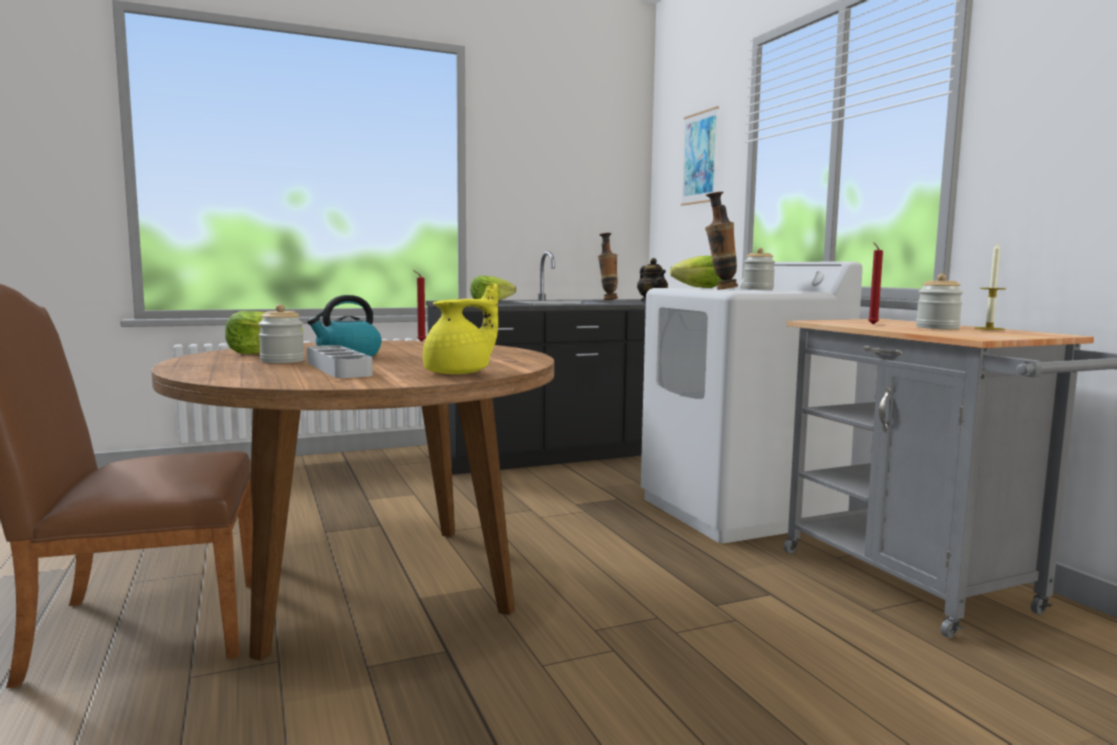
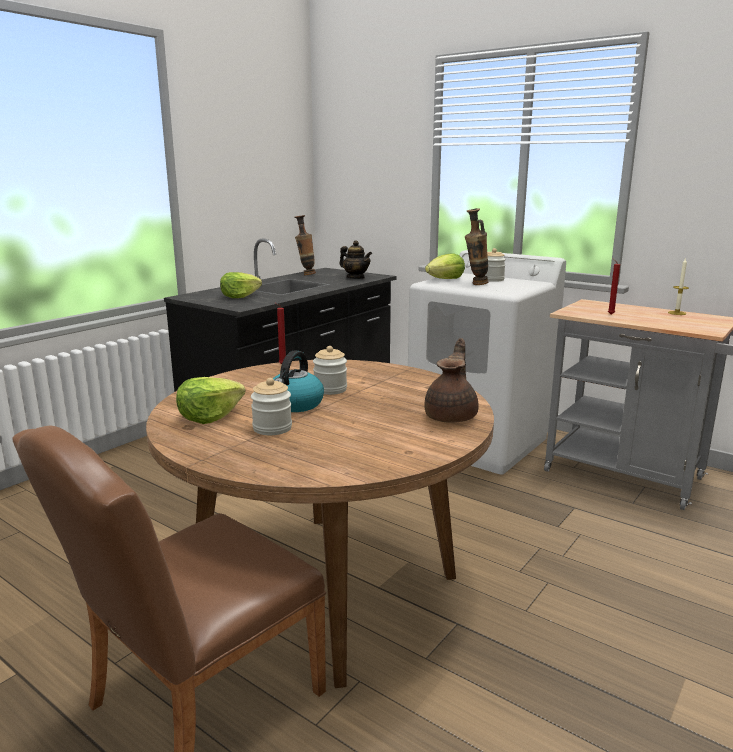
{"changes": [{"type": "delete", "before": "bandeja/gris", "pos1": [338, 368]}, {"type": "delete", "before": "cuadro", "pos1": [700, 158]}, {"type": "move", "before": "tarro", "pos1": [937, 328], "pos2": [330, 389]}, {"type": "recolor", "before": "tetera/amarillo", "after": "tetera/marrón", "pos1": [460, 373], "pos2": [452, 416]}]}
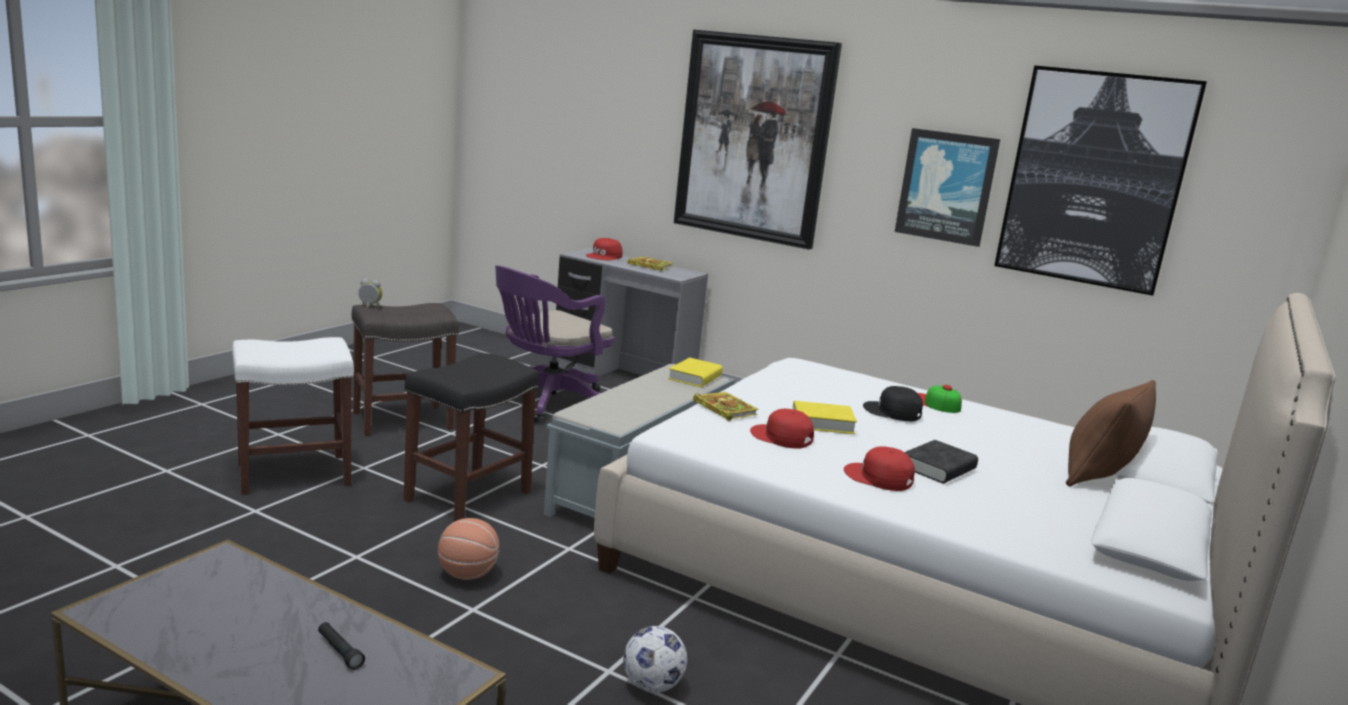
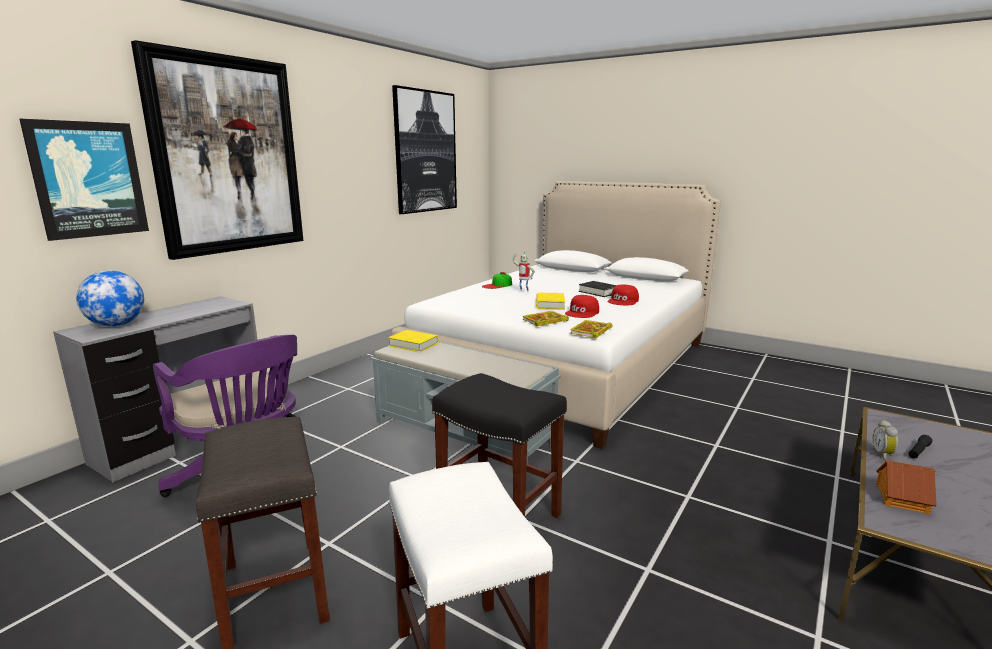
{"changes": [{"type": "delete", "before": "balón de baloncesto", "pos1": [467, 574]}, {"type": "delete", "before": "balón de fútbol", "pos1": [652, 685]}, {"type": "delete", "before": "cojín/marrón", "pos1": [1098, 476]}, {"type": "insert", "after": "casita", "pos2": [900, 498]}, {"type": "move", "before": "despertador", "pos1": [369, 306], "pos2": [883, 455]}, {"type": "move", "before": "libro", "pos1": [649, 266], "pos2": [591, 332]}, {"type": "move", "before": "cuadro", "pos1": [946, 186], "pos2": [88, 179]}, {"type": "replace", "before": "gorra/rojo", "after": "globo terráqueo", "pos1": [604, 256], "pos2": [116, 325]}, {"type": "replace", "before": "gorra/negro", "after": "robot de juguete", "pos1": [892, 412], "pos2": [523, 291]}]}
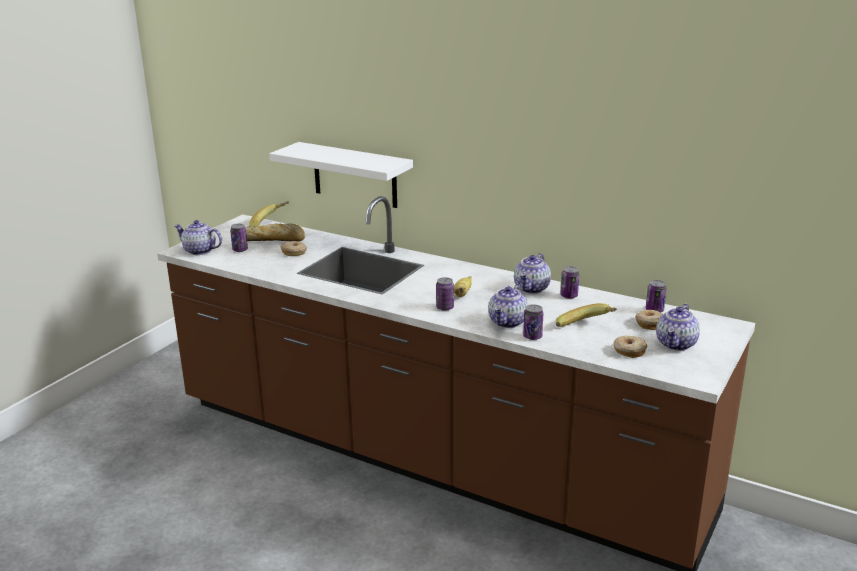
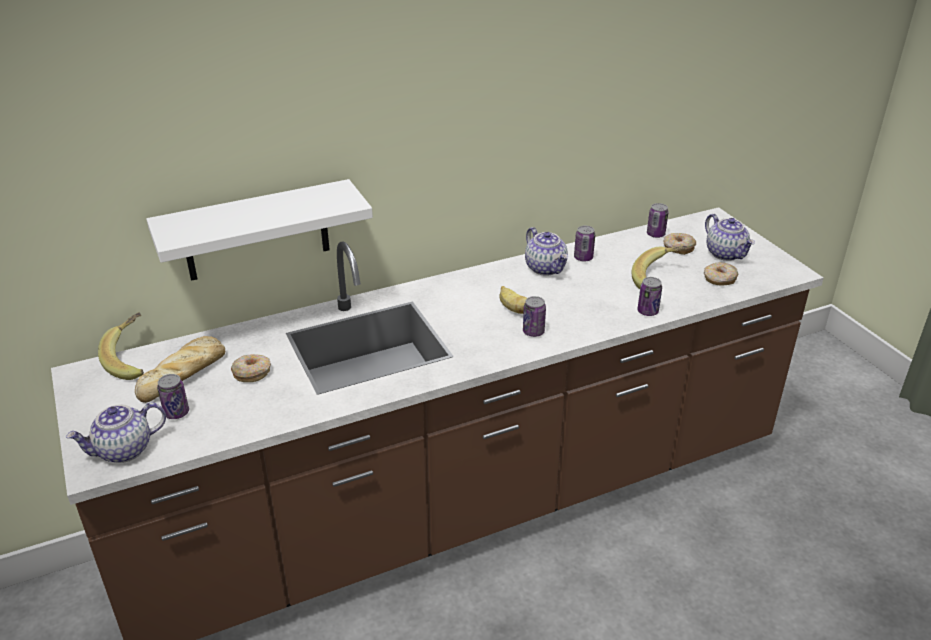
{"changes": [{"type": "delete", "before": "tetera", "pos1": [508, 322]}]}
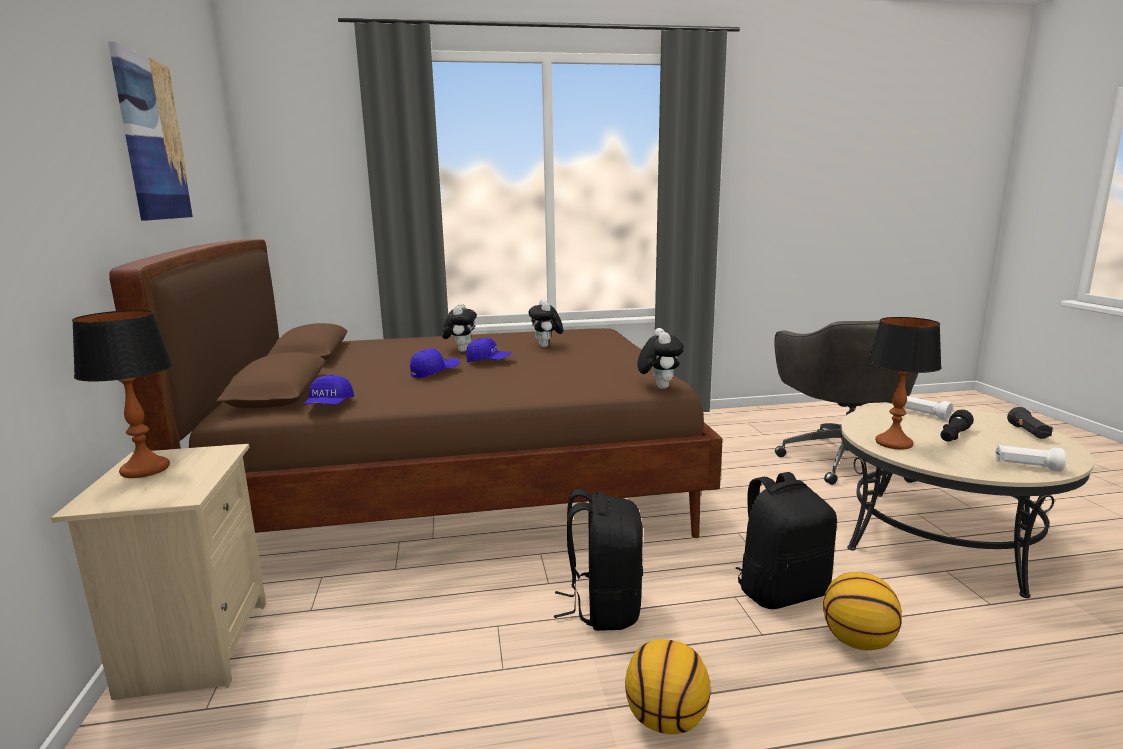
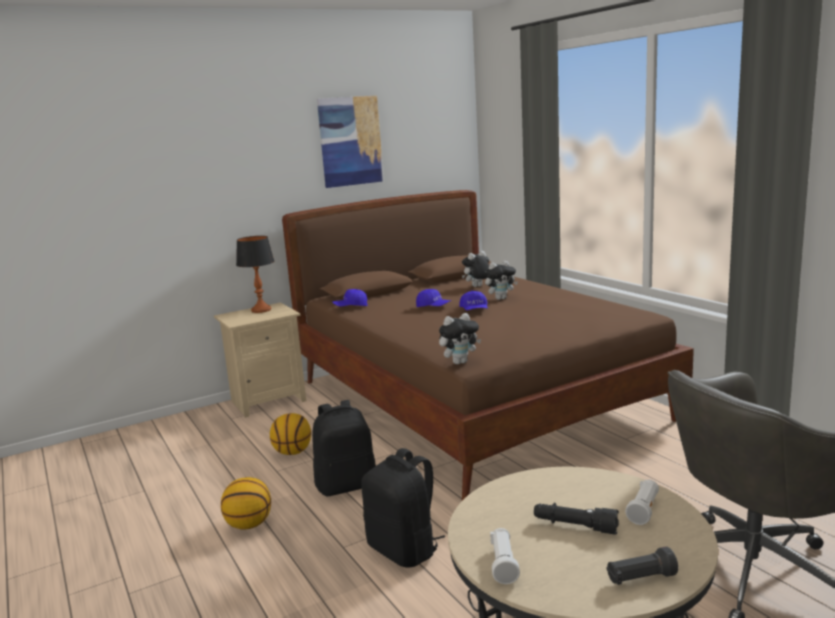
{"changes": [{"type": "delete", "before": "lámpara de mesa", "pos1": [894, 443]}, {"type": "move", "before": "peluche", "pos1": [546, 346], "pos2": [477, 287]}, {"type": "move", "before": "balón de baloncesto", "pos1": [857, 641], "pos2": [293, 452]}]}
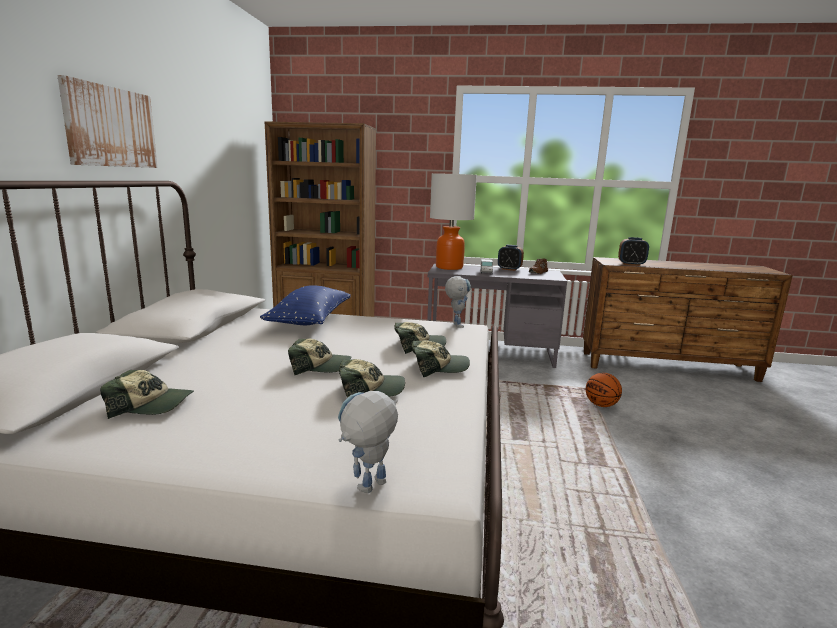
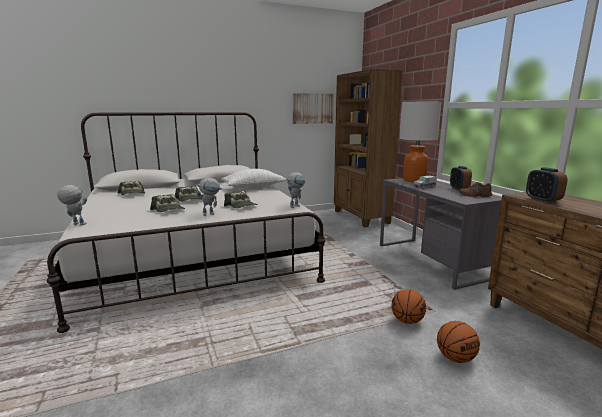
{"changes": [{"type": "insert", "after": "balón de baloncesto", "pos2": [455, 358]}, {"type": "move", "before": "cuadro", "pos1": [110, 127], "pos2": [313, 108]}, {"type": "replace", "before": "gorra", "after": "robot de juguete", "pos1": [438, 367], "pos2": [211, 213]}, {"type": "recolor", "before": "cojín/azul", "after": "cojín/blanco", "pos1": [310, 321], "pos2": [253, 188]}]}
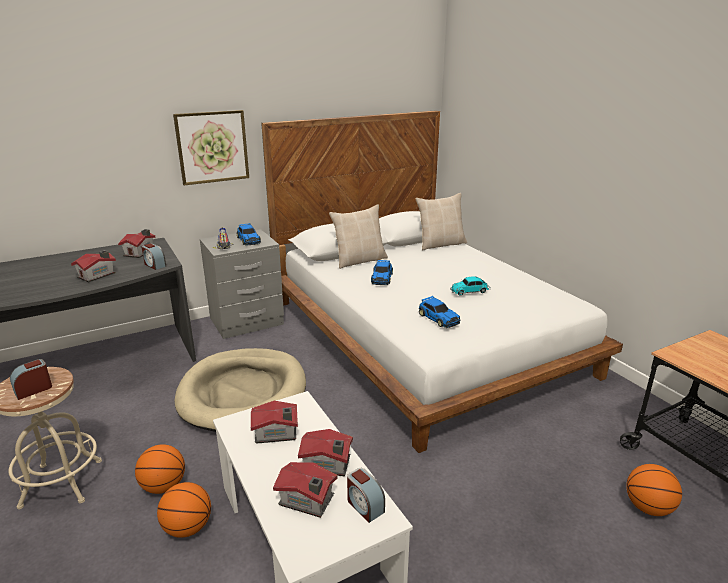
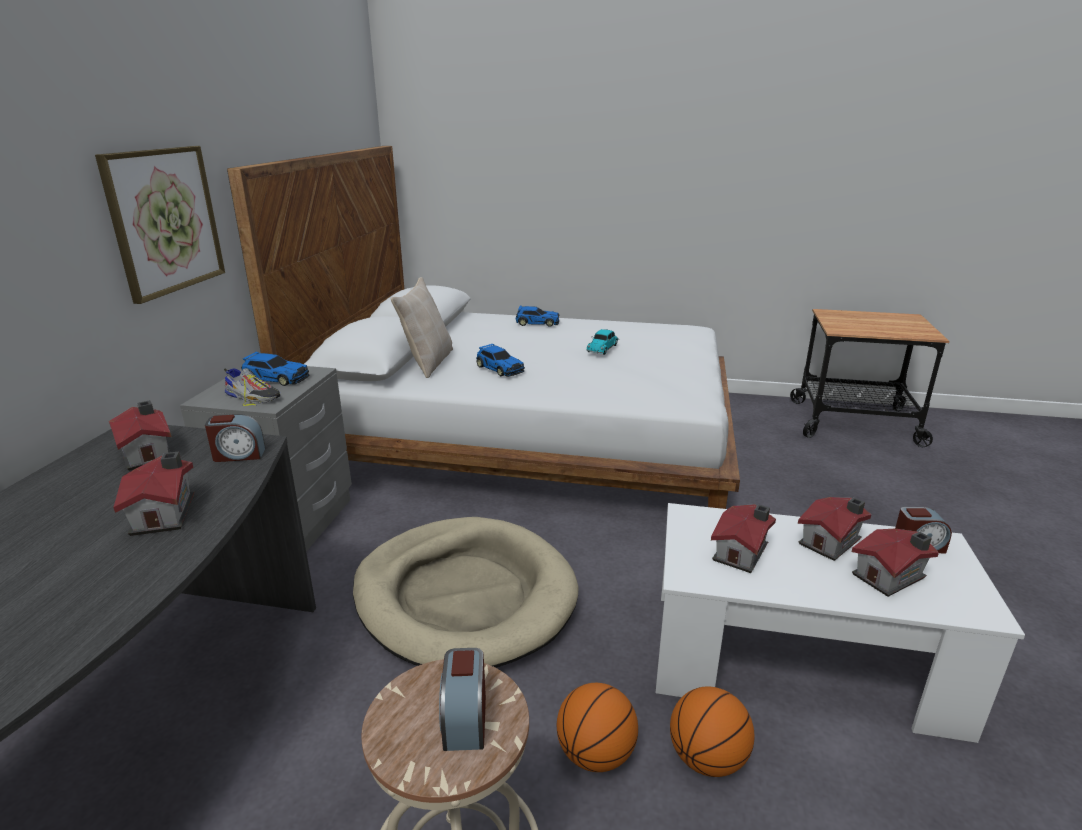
{"changes": [{"type": "delete", "before": "cojín/beis", "pos1": [440, 244]}, {"type": "delete", "before": "balón de baloncesto", "pos1": [648, 507]}, {"type": "move", "before": "coche de juguete", "pos1": [438, 318], "pos2": [536, 323]}]}
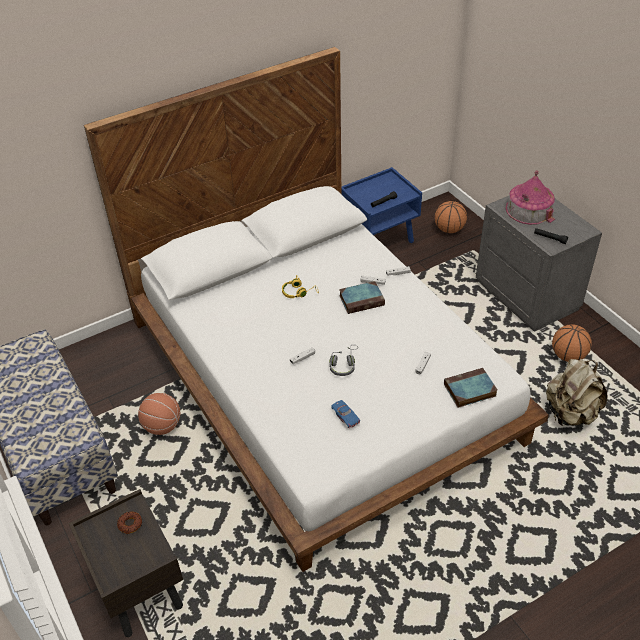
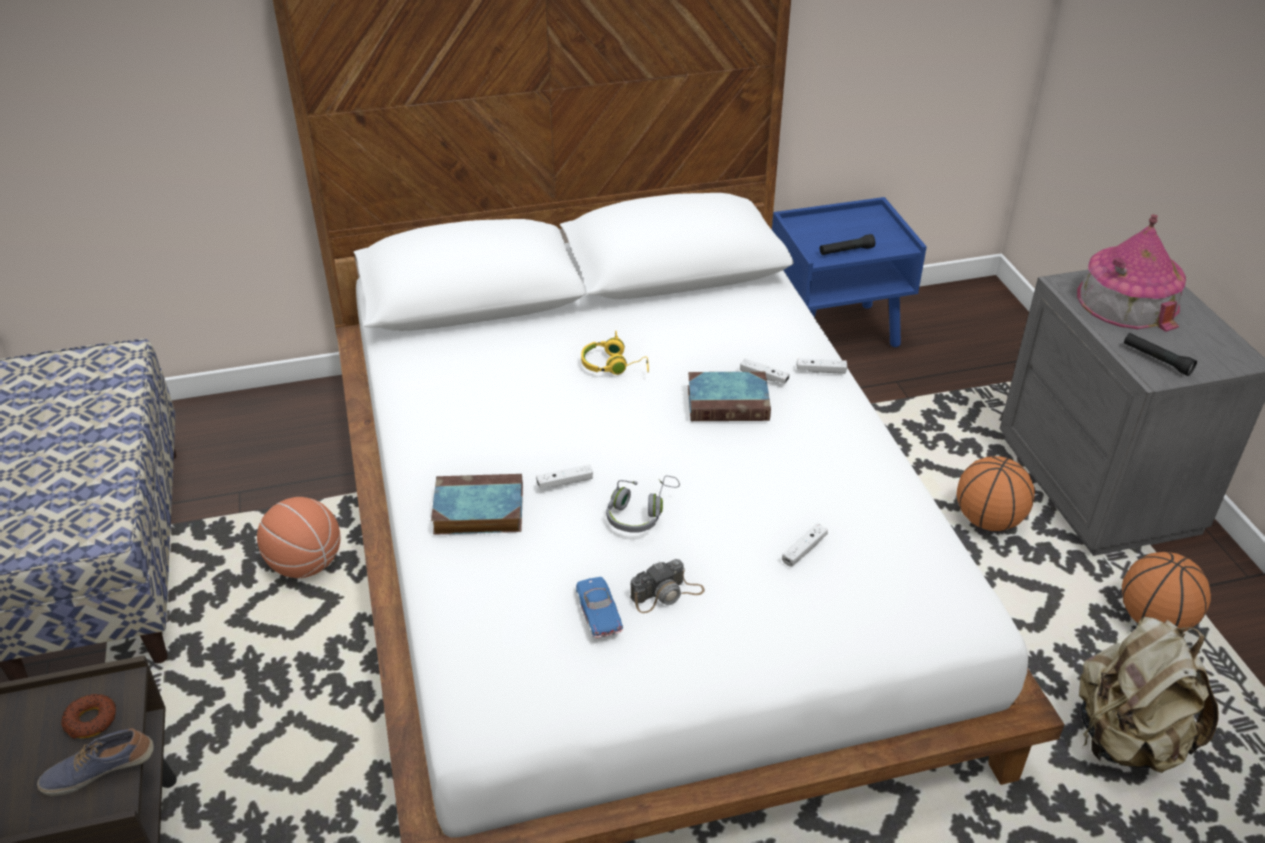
{"changes": [{"type": "insert", "after": "zapato", "pos2": [100, 771]}, {"type": "insert", "after": "cámara", "pos2": [667, 594]}, {"type": "move", "before": "balón de baloncesto", "pos1": [449, 229], "pos2": [988, 520]}, {"type": "move", "before": "libro", "pos1": [469, 391], "pos2": [476, 511]}]}
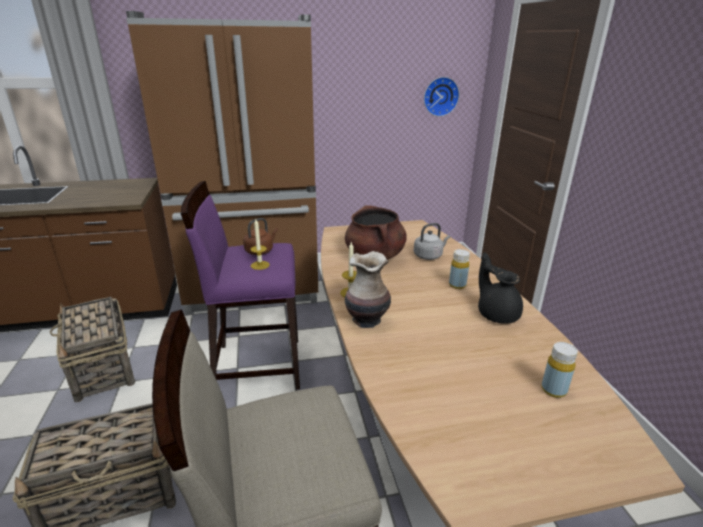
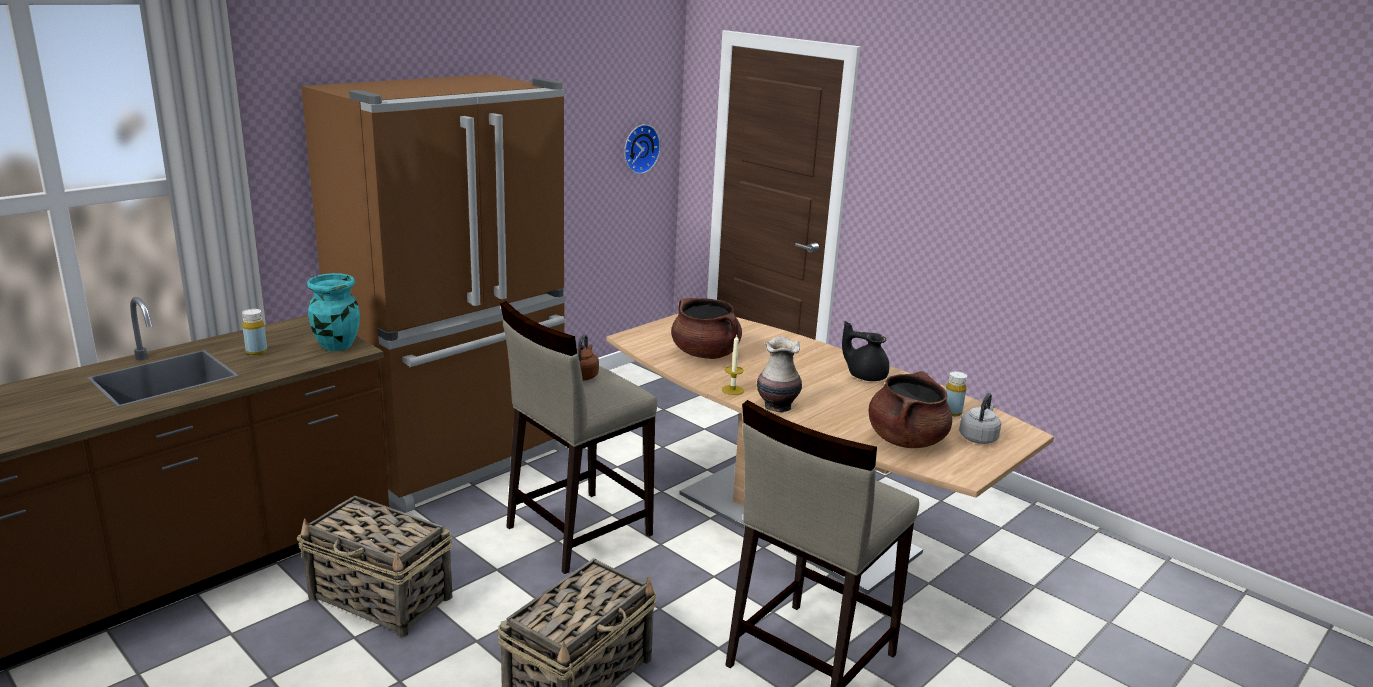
{"changes": [{"type": "delete", "before": "vela", "pos1": [260, 265]}, {"type": "insert", "after": "florero/turquesa", "pos2": [336, 346]}, {"type": "insert", "after": "olla/marrón", "pos2": [906, 440]}, {"type": "move", "before": "hervidor/gris", "pos1": [429, 256], "pos2": [978, 437]}, {"type": "move", "before": "botella/amarillo", "pos1": [457, 285], "pos2": [256, 351]}, {"type": "recolor", "before": "taburete/morado", "after": "taburete/beis", "pos1": [257, 365], "pos2": [577, 531]}]}
